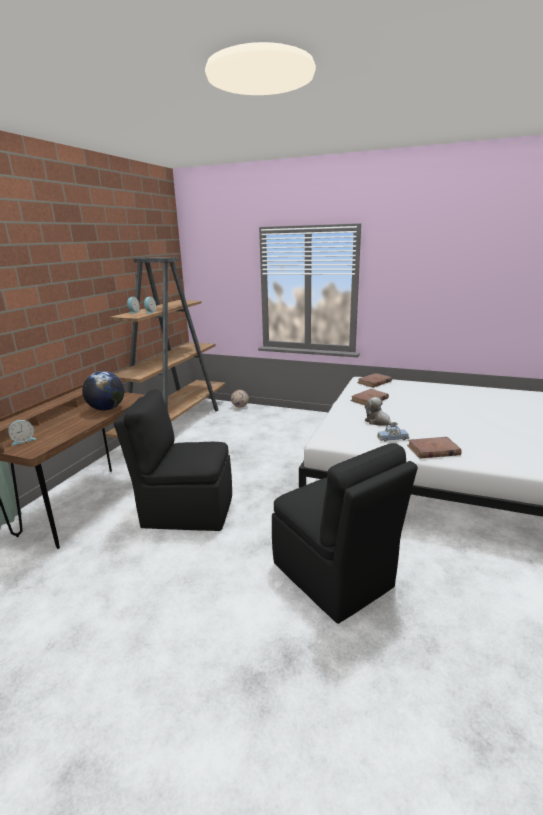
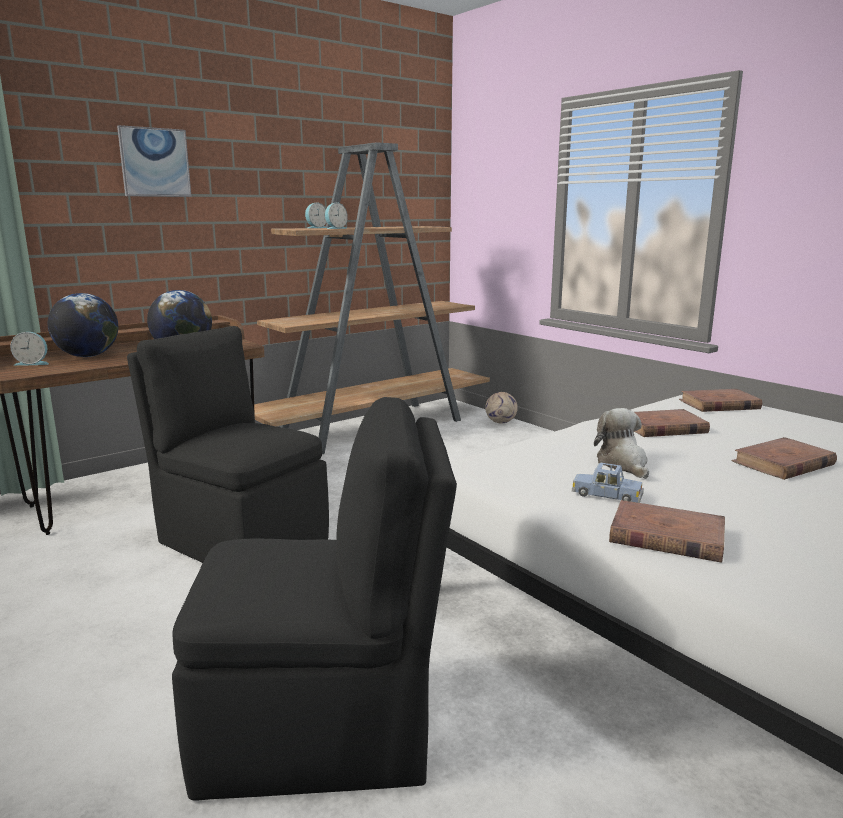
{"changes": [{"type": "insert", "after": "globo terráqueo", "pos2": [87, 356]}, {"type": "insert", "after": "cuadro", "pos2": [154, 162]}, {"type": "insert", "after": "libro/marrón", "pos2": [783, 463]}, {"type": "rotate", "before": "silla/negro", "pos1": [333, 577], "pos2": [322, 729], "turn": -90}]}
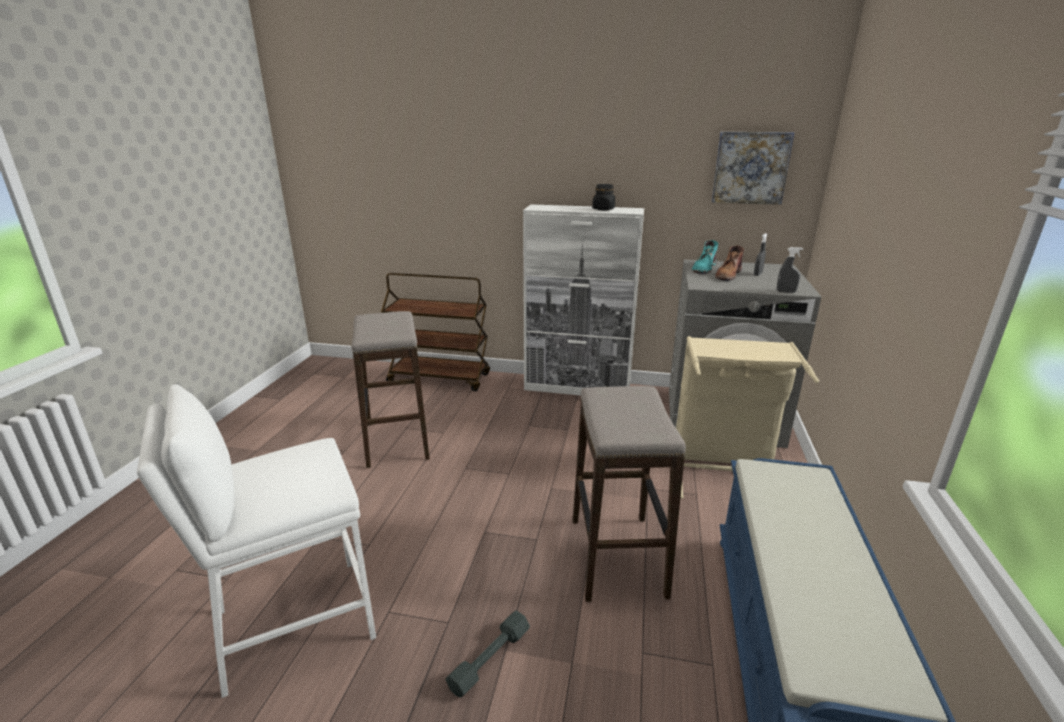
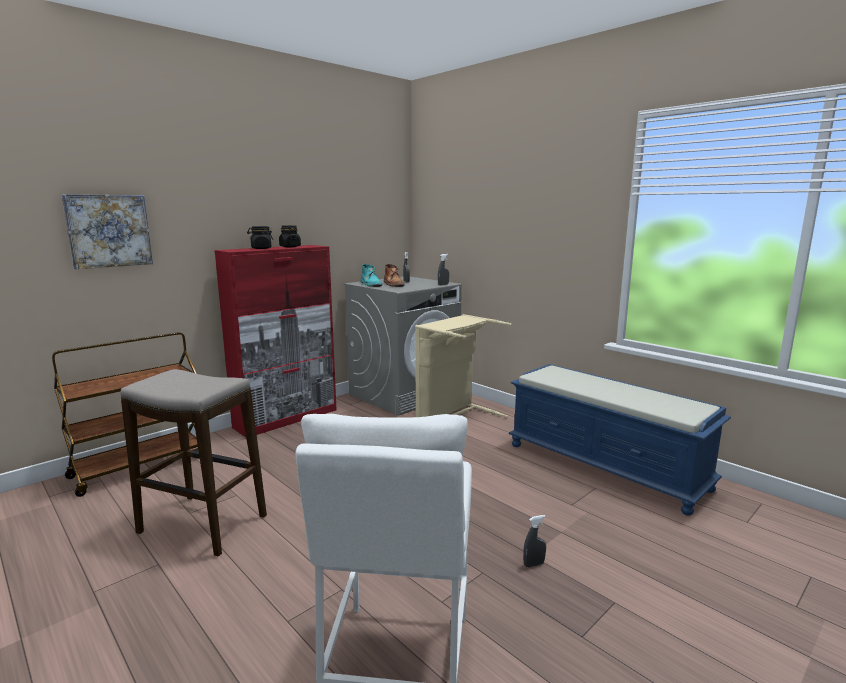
{"changes": [{"type": "delete", "before": "taburete", "pos1": [617, 556]}, {"type": "insert", "after": "tarro/negro", "pos2": [261, 248]}, {"type": "move", "before": "cuadro", "pos1": [750, 168], "pos2": [108, 231]}, {"type": "replace", "before": "mancuerna/gris", "after": "pulverizador/gris", "pos1": [490, 659], "pos2": [533, 564]}, {"type": "recolor", "before": "armario/blanco", "after": "armario/rojo", "pos1": [578, 387], "pos2": [287, 418]}]}
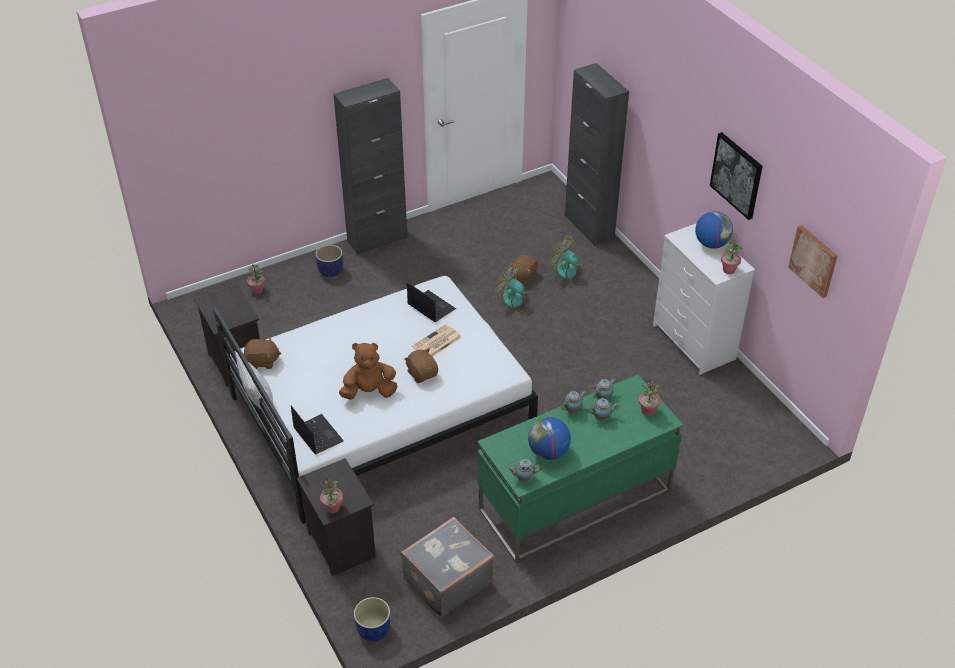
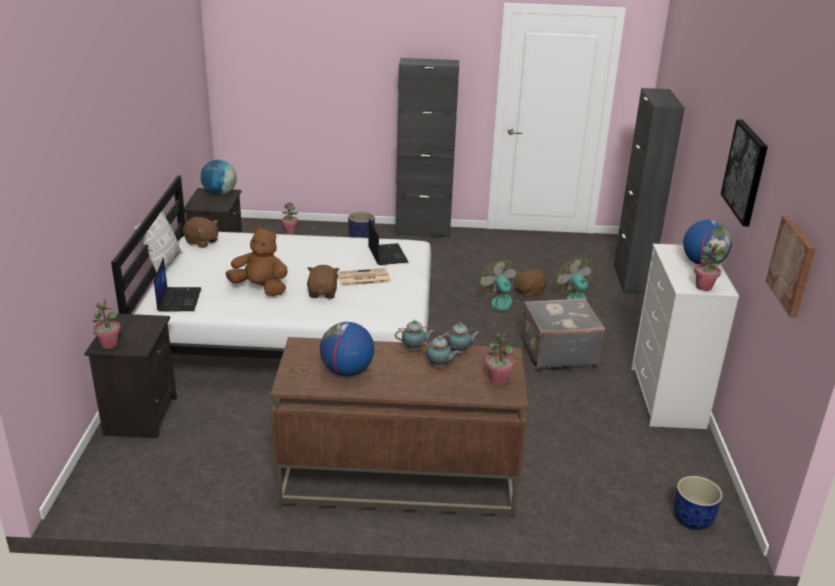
{"changes": [{"type": "delete", "before": "tetera", "pos1": [523, 478]}, {"type": "insert", "after": "globo terráqueo", "pos2": [220, 194]}, {"type": "move", "before": "maceta/azul", "pos1": [373, 630], "pos2": [692, 518]}, {"type": "move", "before": "maleta/gris", "pos1": [446, 581], "pos2": [556, 353]}, {"type": "recolor", "before": "escritorio/verde", "after": "escritorio/marrón", "pos1": [574, 501], "pos2": [397, 478]}]}
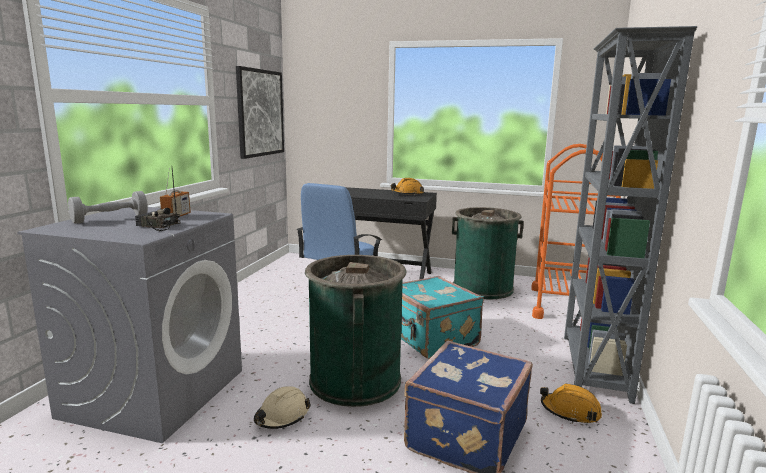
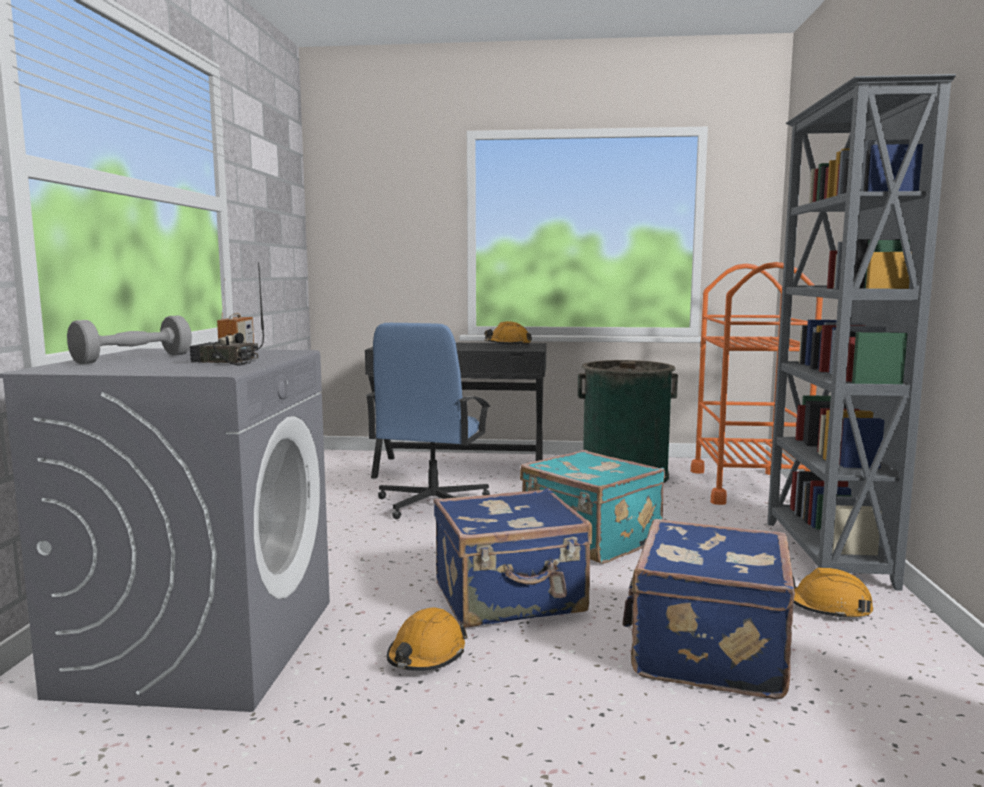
{"changes": [{"type": "delete", "before": "cuadro", "pos1": [260, 113]}, {"type": "replace", "before": "papelera/verde", "after": "maleta/azul", "pos1": [355, 380], "pos2": [510, 599]}, {"type": "recolor", "before": "casco/beis", "after": "casco/naranja", "pos1": [282, 416], "pos2": [426, 656]}]}
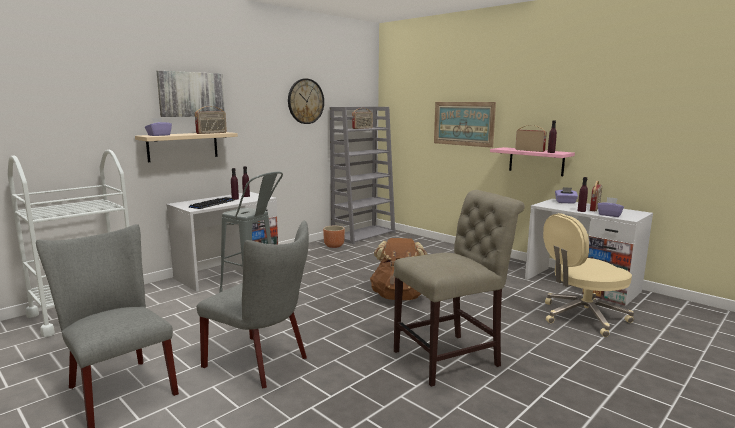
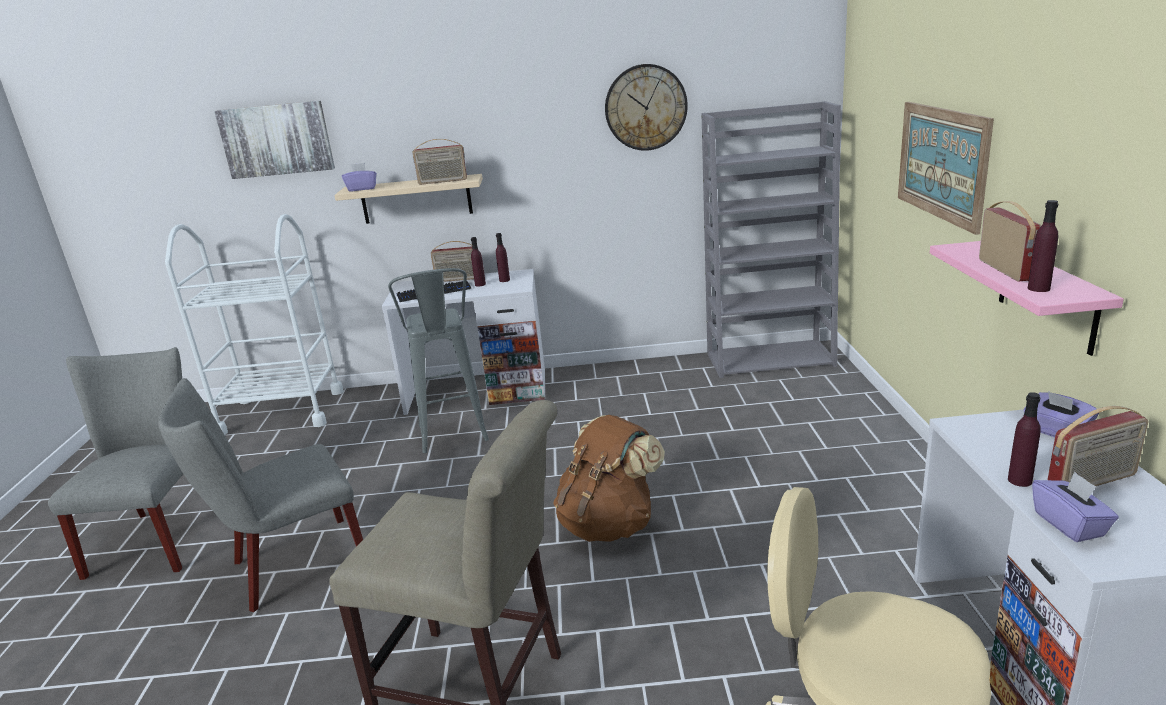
{"changes": [{"type": "delete", "before": "maceta/marrón", "pos1": [334, 246]}, {"type": "move", "before": "cuadro", "pos1": [191, 94], "pos2": [276, 139]}, {"type": "move", "before": "radio", "pos1": [362, 128], "pos2": [458, 279]}, {"type": "rotate", "before": "silla/gris", "pos1": [261, 363], "pos2": [291, 567], "turn": 75}]}
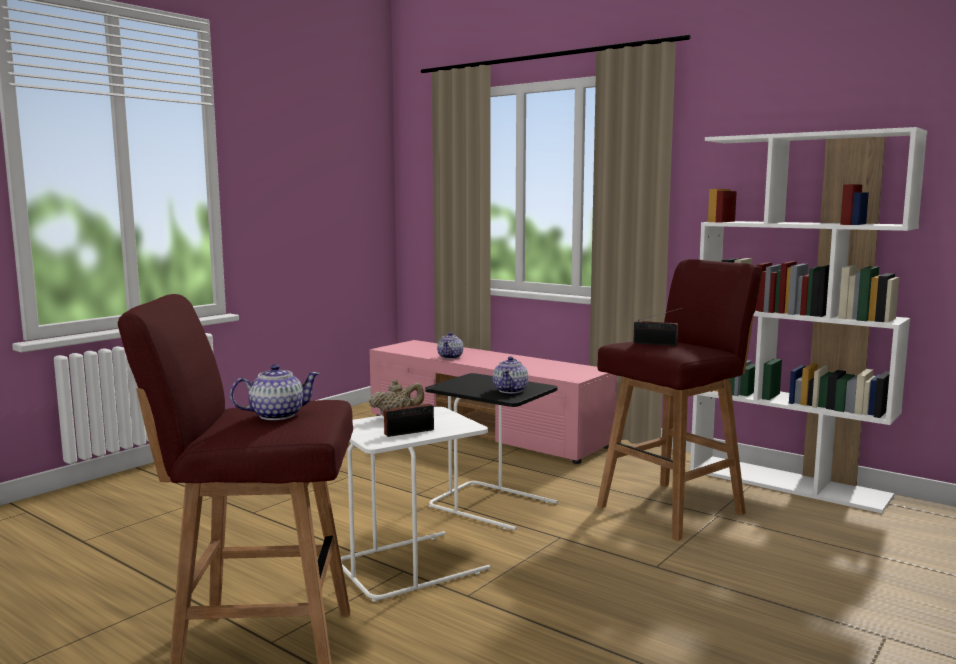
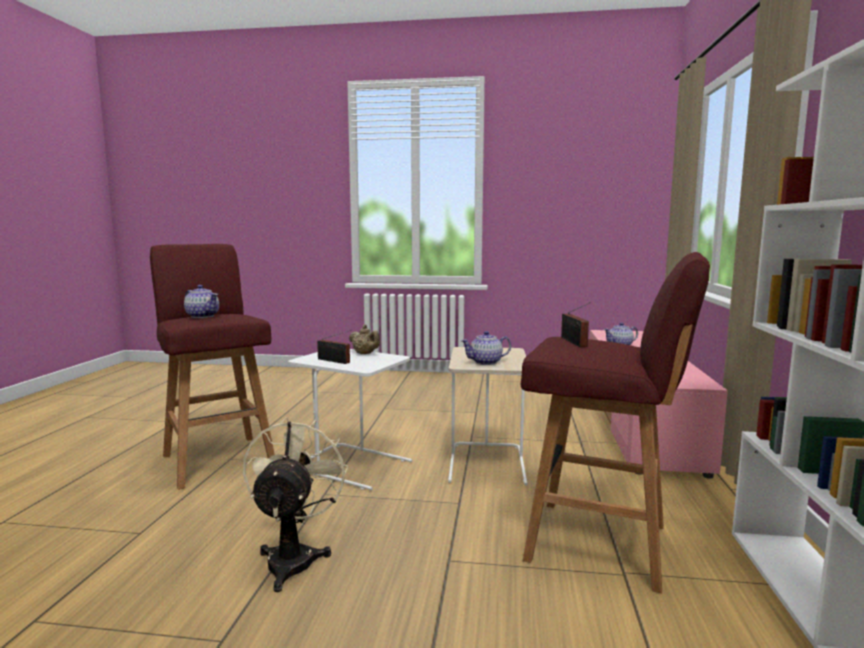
{"changes": [{"type": "insert", "after": "ventilador/beis", "pos2": [294, 557]}, {"type": "recolor", "before": "mesa auxiliar/negro", "after": "mesa auxiliar/beis", "pos1": [493, 505], "pos2": [488, 464]}]}
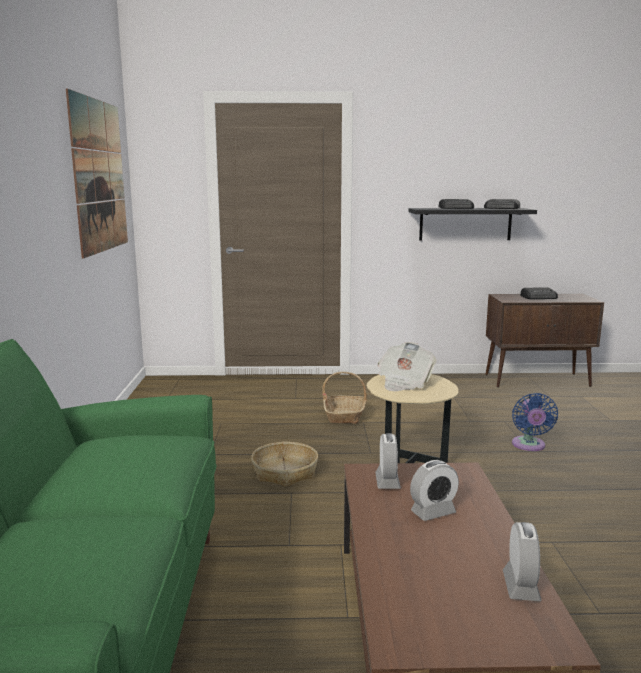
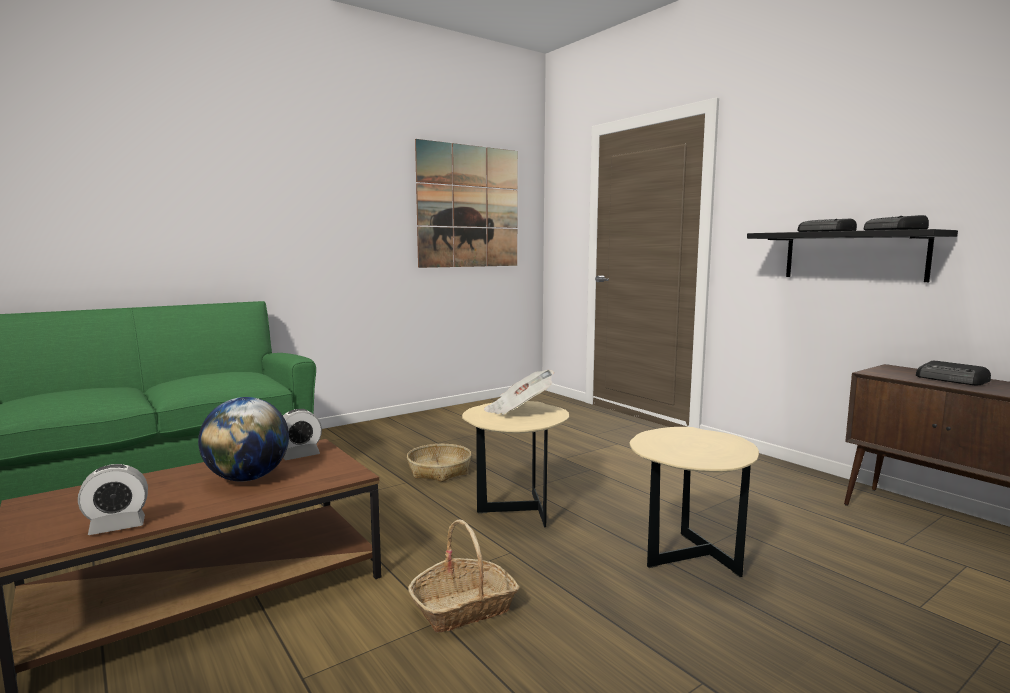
{"changes": [{"type": "move", "before": "cesta", "pos1": [345, 415], "pos2": [464, 607]}, {"type": "replace", "before": "despertador", "after": "globo terráqueo", "pos1": [433, 512], "pos2": [247, 478]}, {"type": "replace", "before": "ventilador/azul", "after": "mesa auxiliar/beis", "pos1": [529, 446], "pos2": [687, 560]}]}
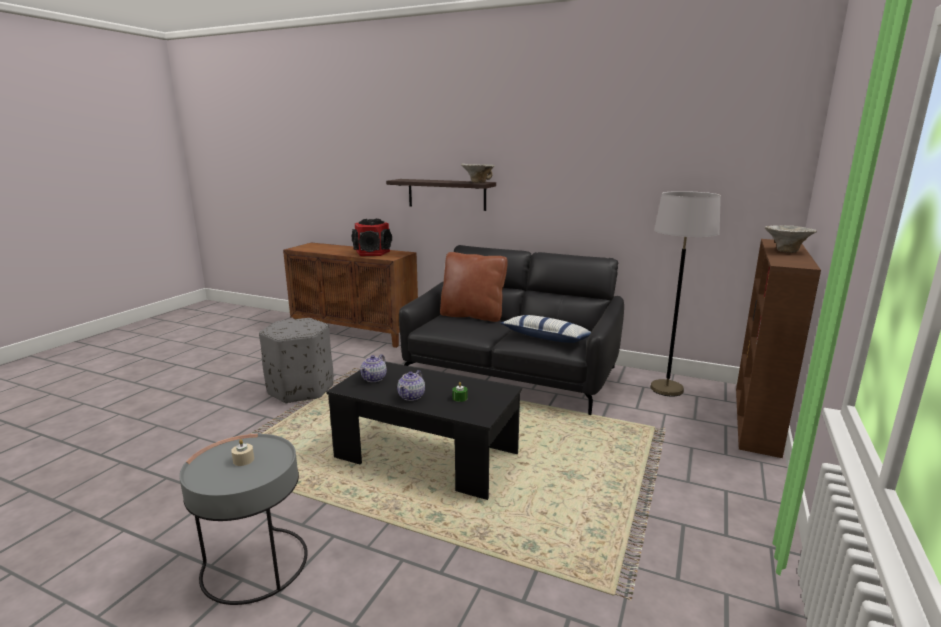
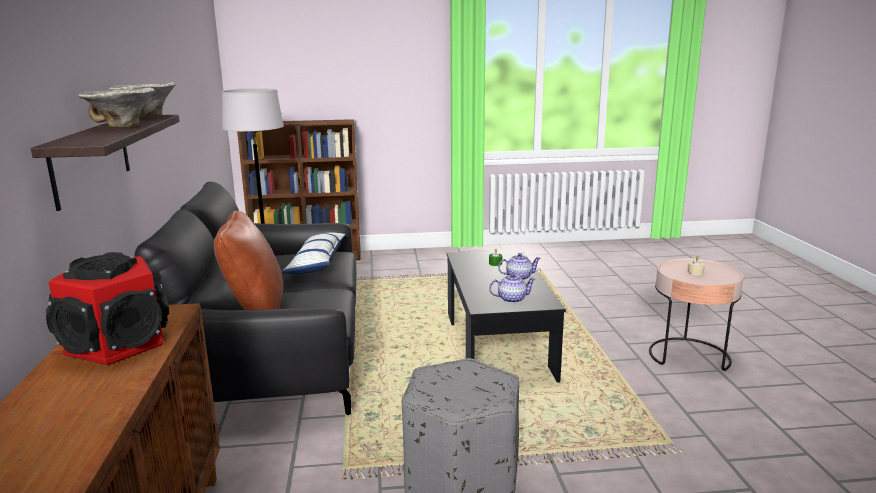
{"changes": [{"type": "move", "before": "cuenco", "pos1": [785, 251], "pos2": [122, 127]}, {"type": "recolor", "before": "mesa auxiliar/gris", "after": "mesa auxiliar/rosa", "pos1": [255, 565], "pos2": [689, 356]}]}
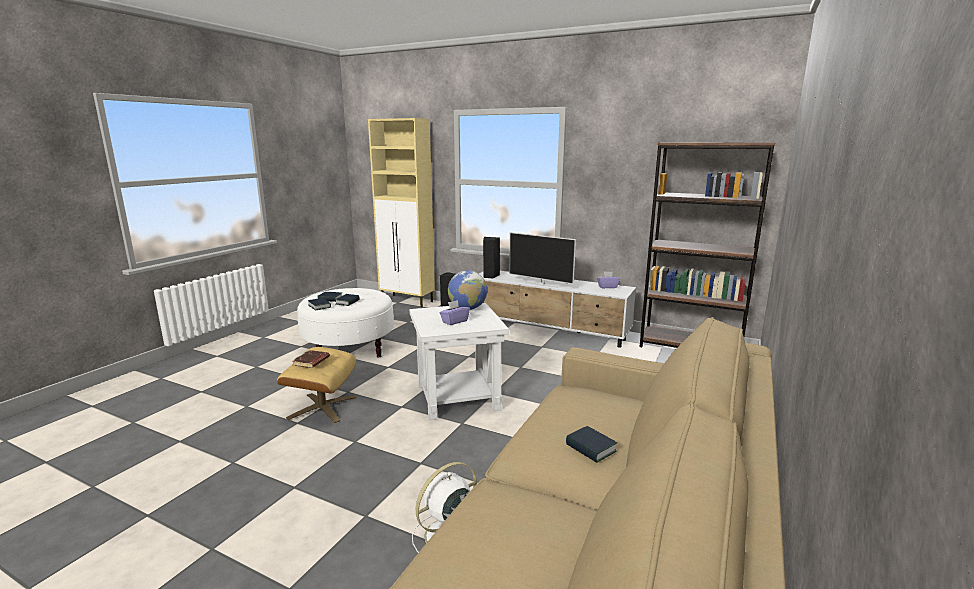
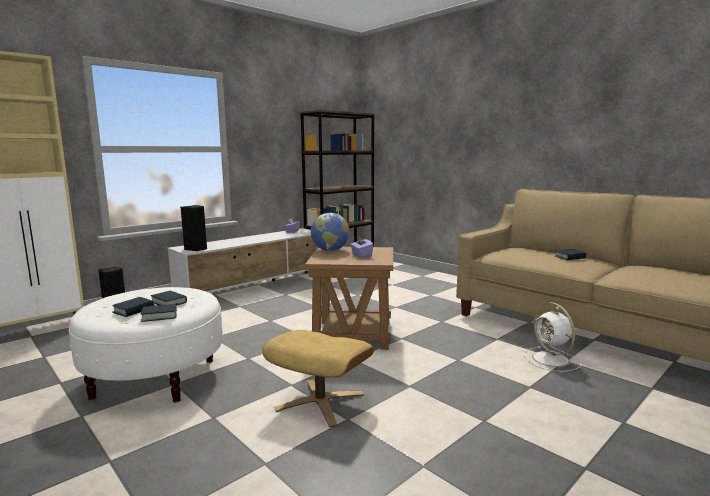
{"changes": [{"type": "delete", "before": "libro/marrón", "pos1": [311, 362]}, {"type": "delete", "before": "televisor", "pos1": [541, 284]}, {"type": "recolor", "before": "mesa auxiliar/blanco", "after": "mesa auxiliar/marrón", "pos1": [458, 397], "pos2": [353, 334]}]}
